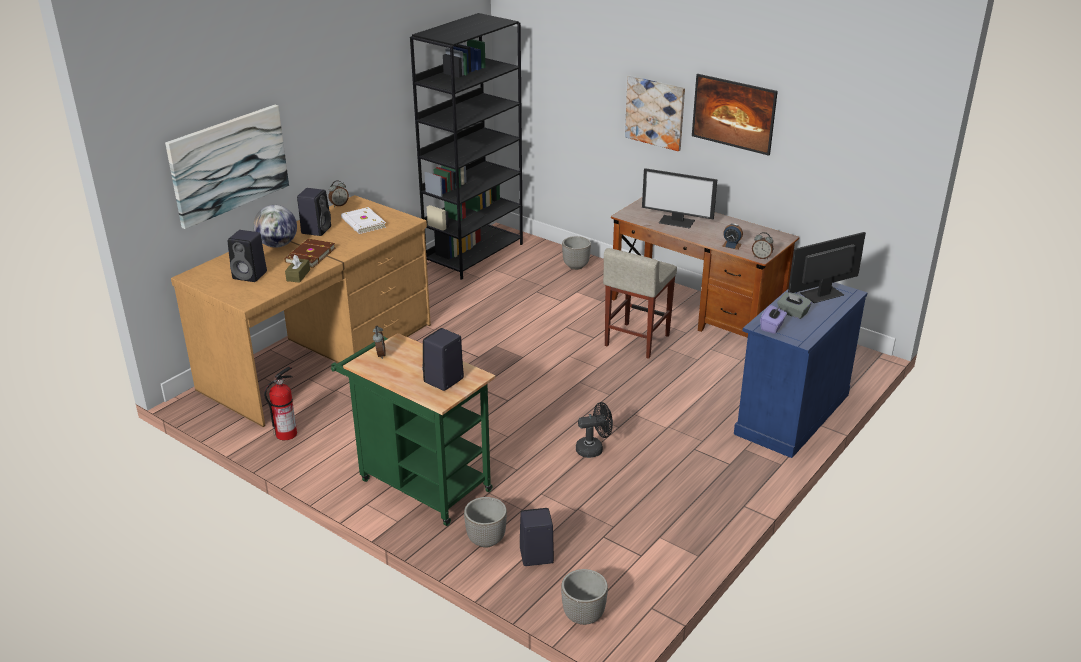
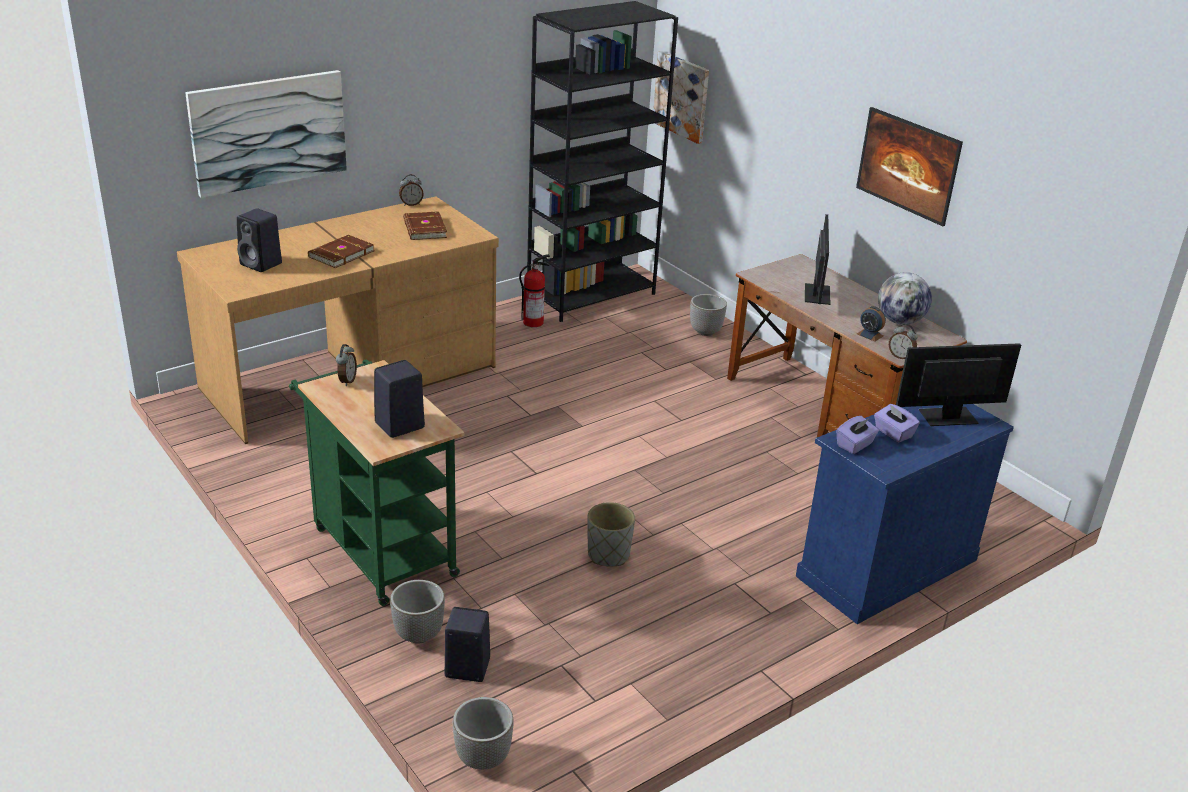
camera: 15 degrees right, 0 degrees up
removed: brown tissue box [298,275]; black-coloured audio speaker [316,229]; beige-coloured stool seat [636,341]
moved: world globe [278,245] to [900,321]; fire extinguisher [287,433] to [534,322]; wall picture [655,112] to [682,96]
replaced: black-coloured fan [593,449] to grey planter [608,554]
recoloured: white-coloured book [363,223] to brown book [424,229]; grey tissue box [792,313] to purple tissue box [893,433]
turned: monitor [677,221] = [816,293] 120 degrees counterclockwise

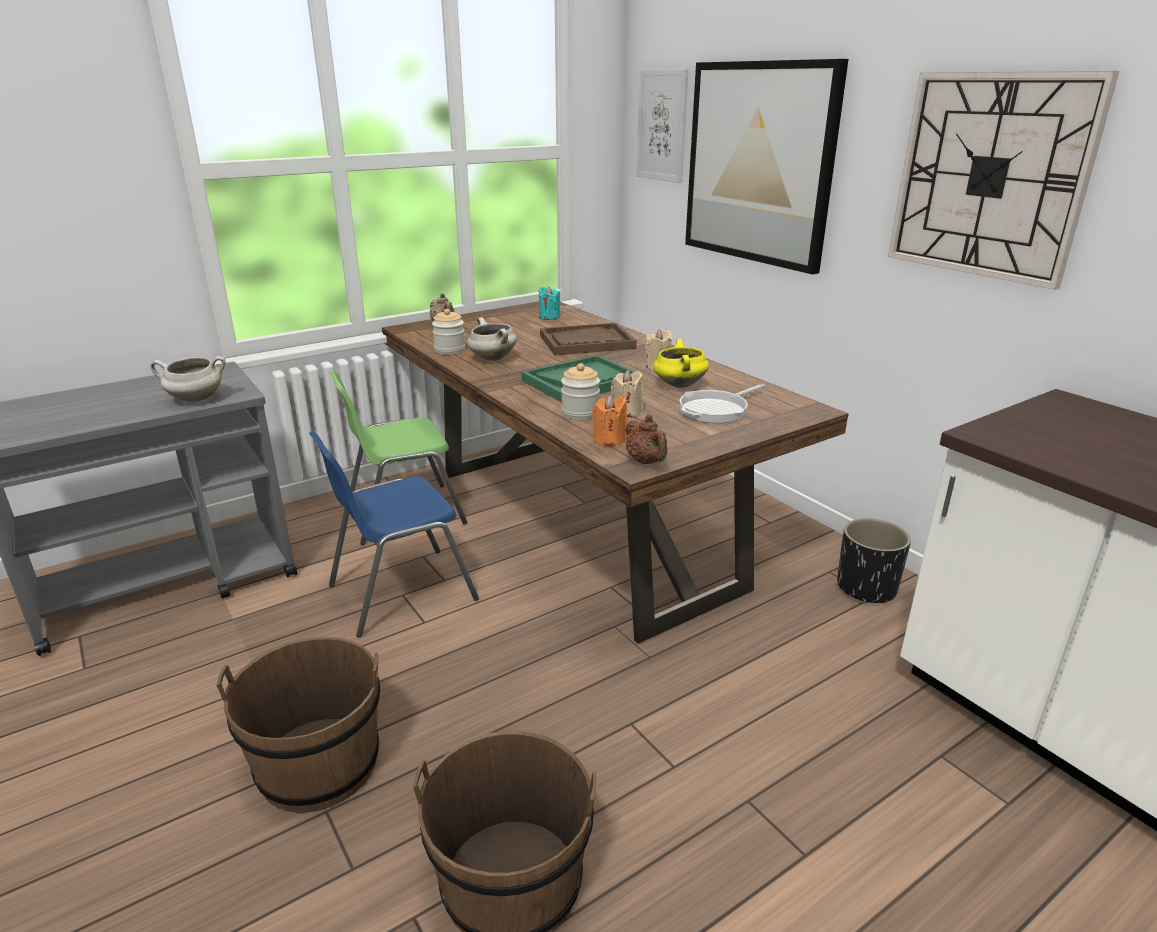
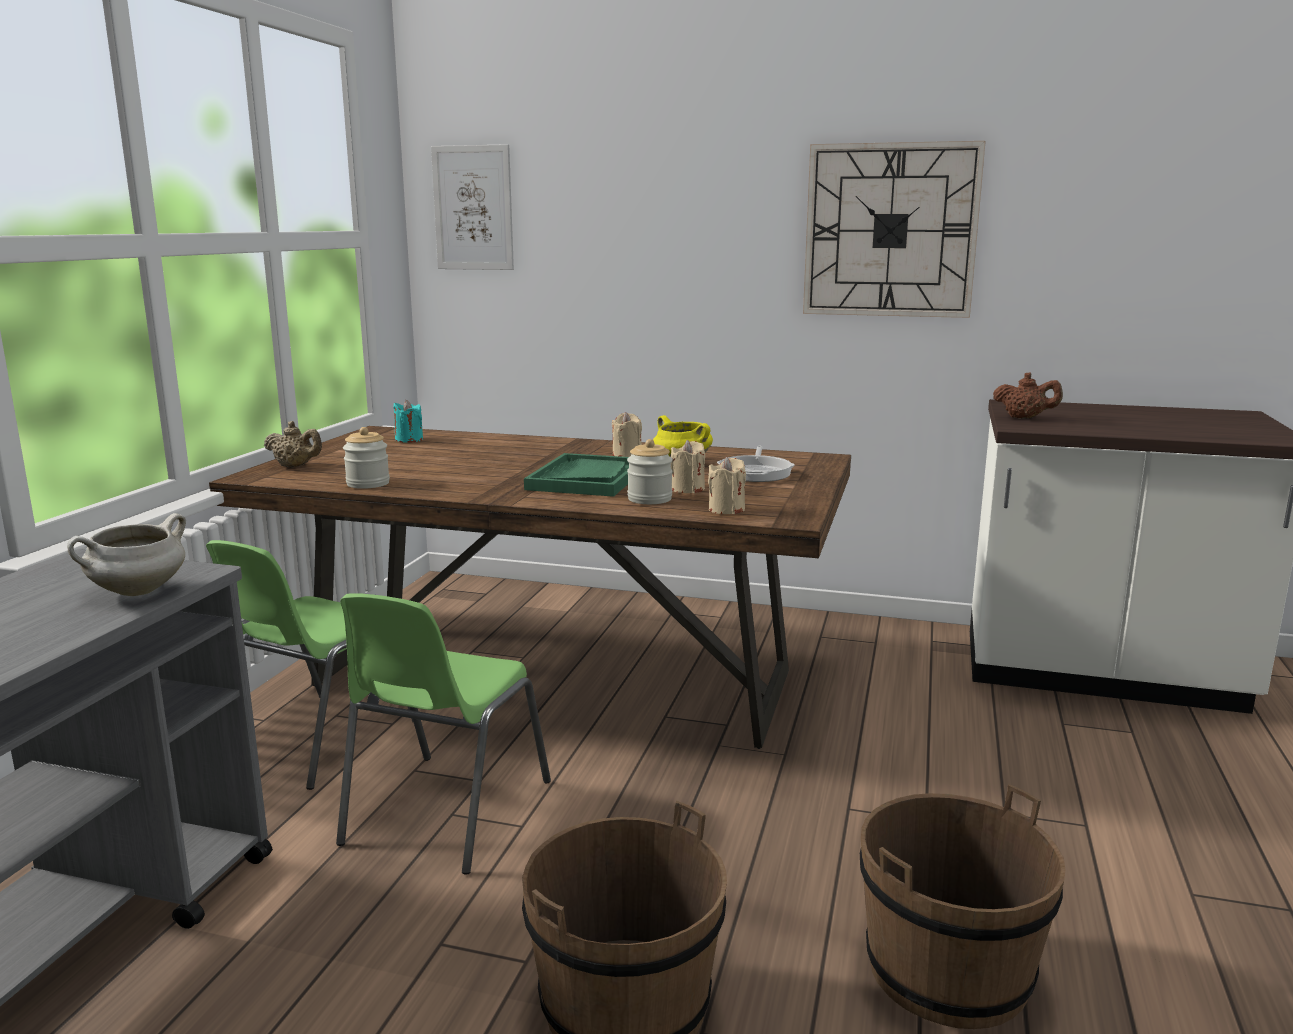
camera: 40 degrees left, 10 degrees down
removed: white-coloured stockpot [492,358]; brown serving tray [586,342]; wall picture [759,164]; black-coloured planter [865,588]
moved: brown pot for tea [646,462] to [1024,418]
recoloured: blue upright chair [399,592] to green-coloured upright chair [444,813]; orange candle [609,440] to beige-coloured candle [726,509]

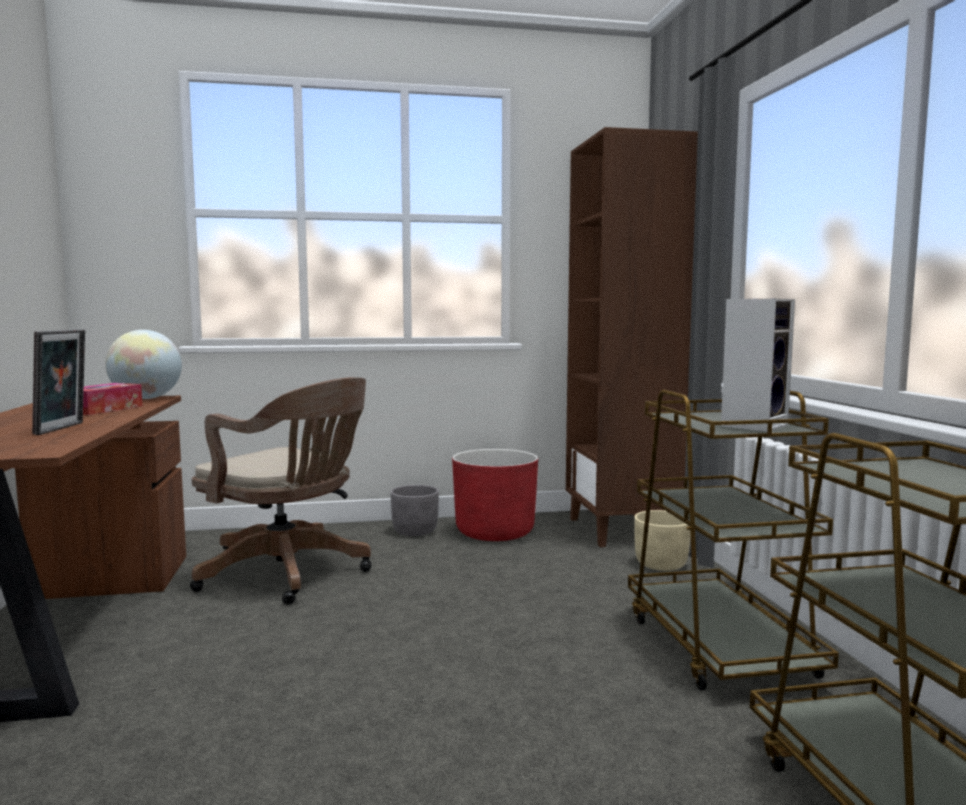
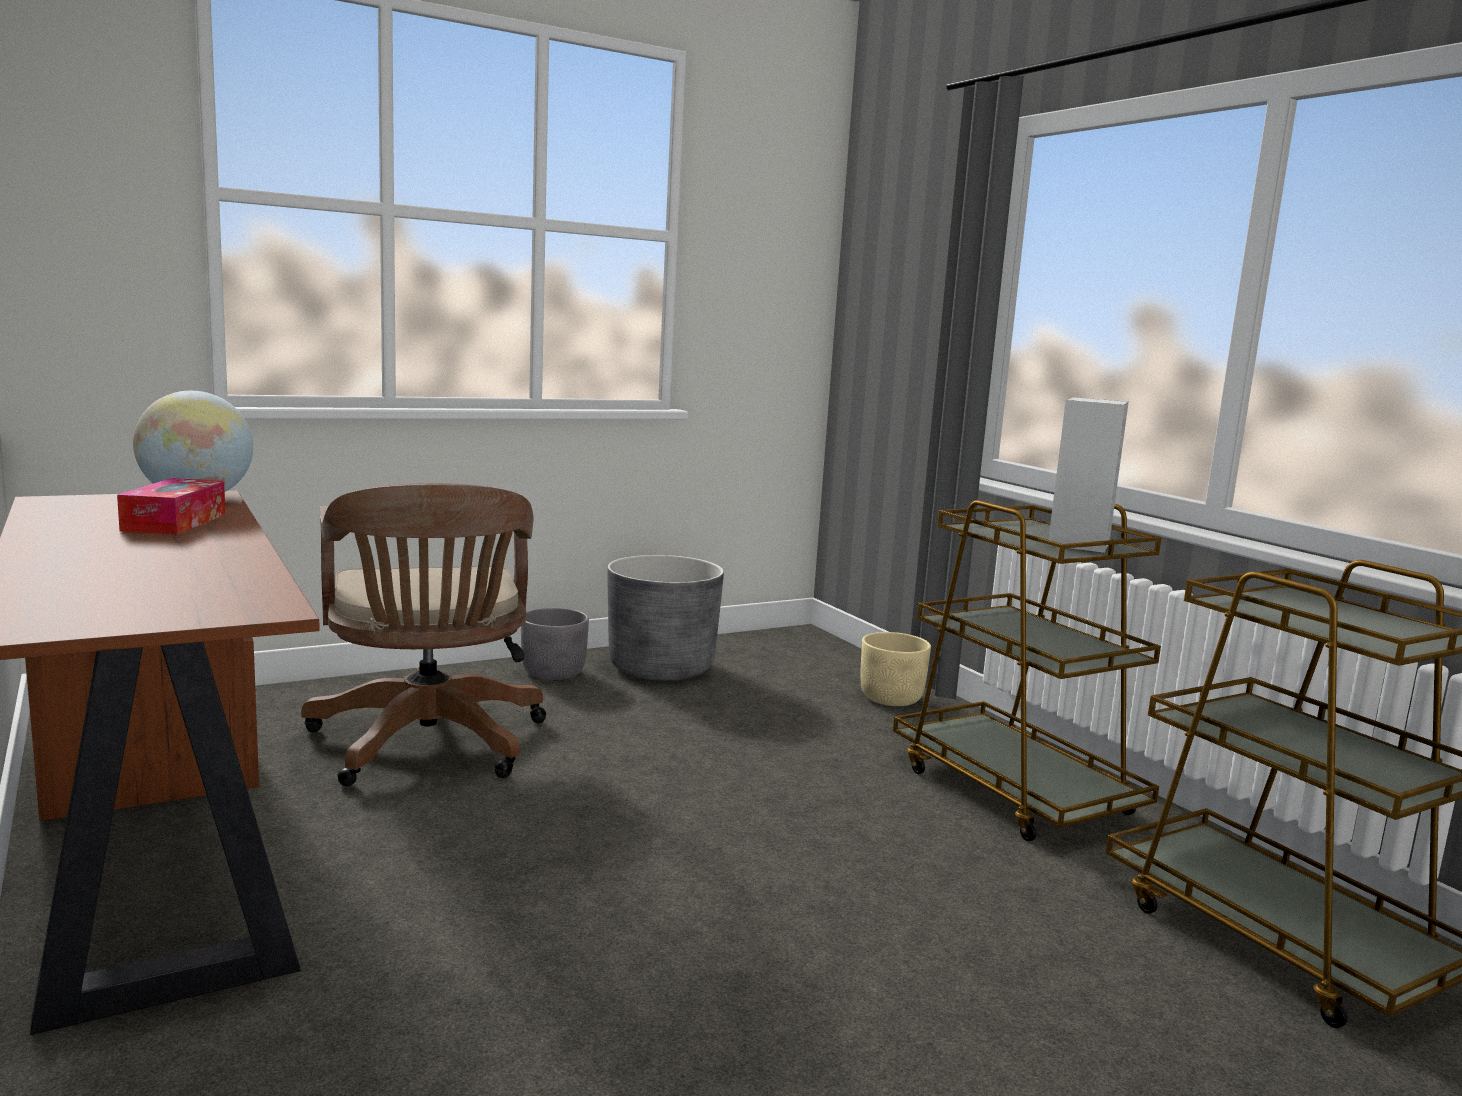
camera: 20 degrees left, 5 degrees up
removed: picture frame [63,428]; brown shelving unit [621,530]
recoloured: red planter [495,532] to grey planter [661,668]
turned: brown desk chair [290,574] = [429,746] 60 degrees clockwise

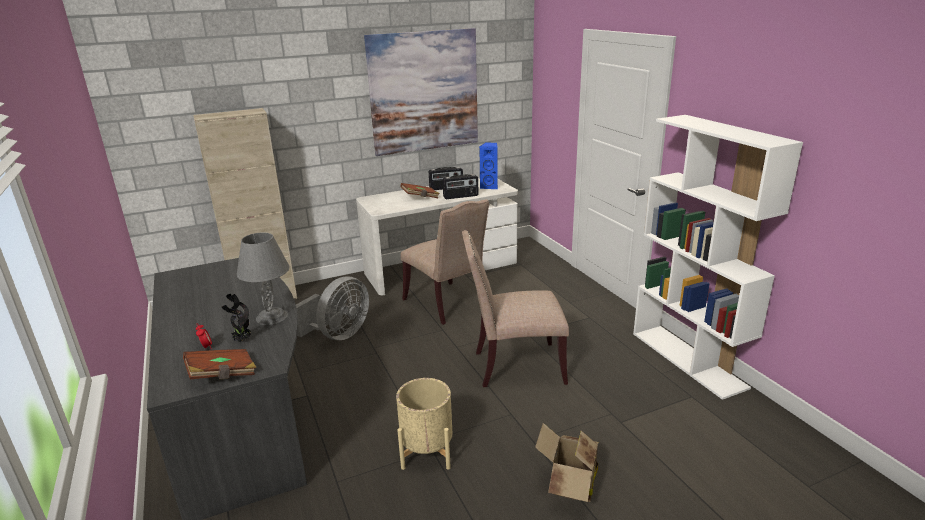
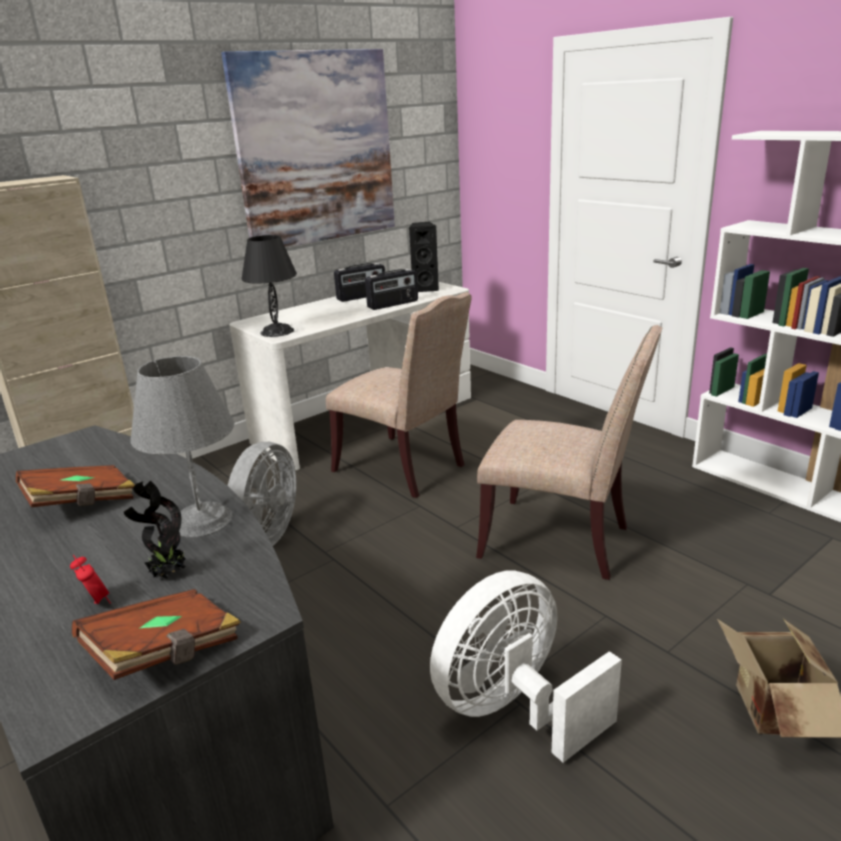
camera: 15 degrees left, 0 degrees up
added: black-coloured table lamp [276,331]
moved: brown book [420,198] to [82,503]
replaced: beige-coloured planter [427,452] to white-coloured fan [514,709]
recoloured: blue audio speaker [490,186] to black-coloured audio speaker [425,288]
turned: beige-coloured upright chair [514,366] = [562,541] 135 degrees counterclockwise

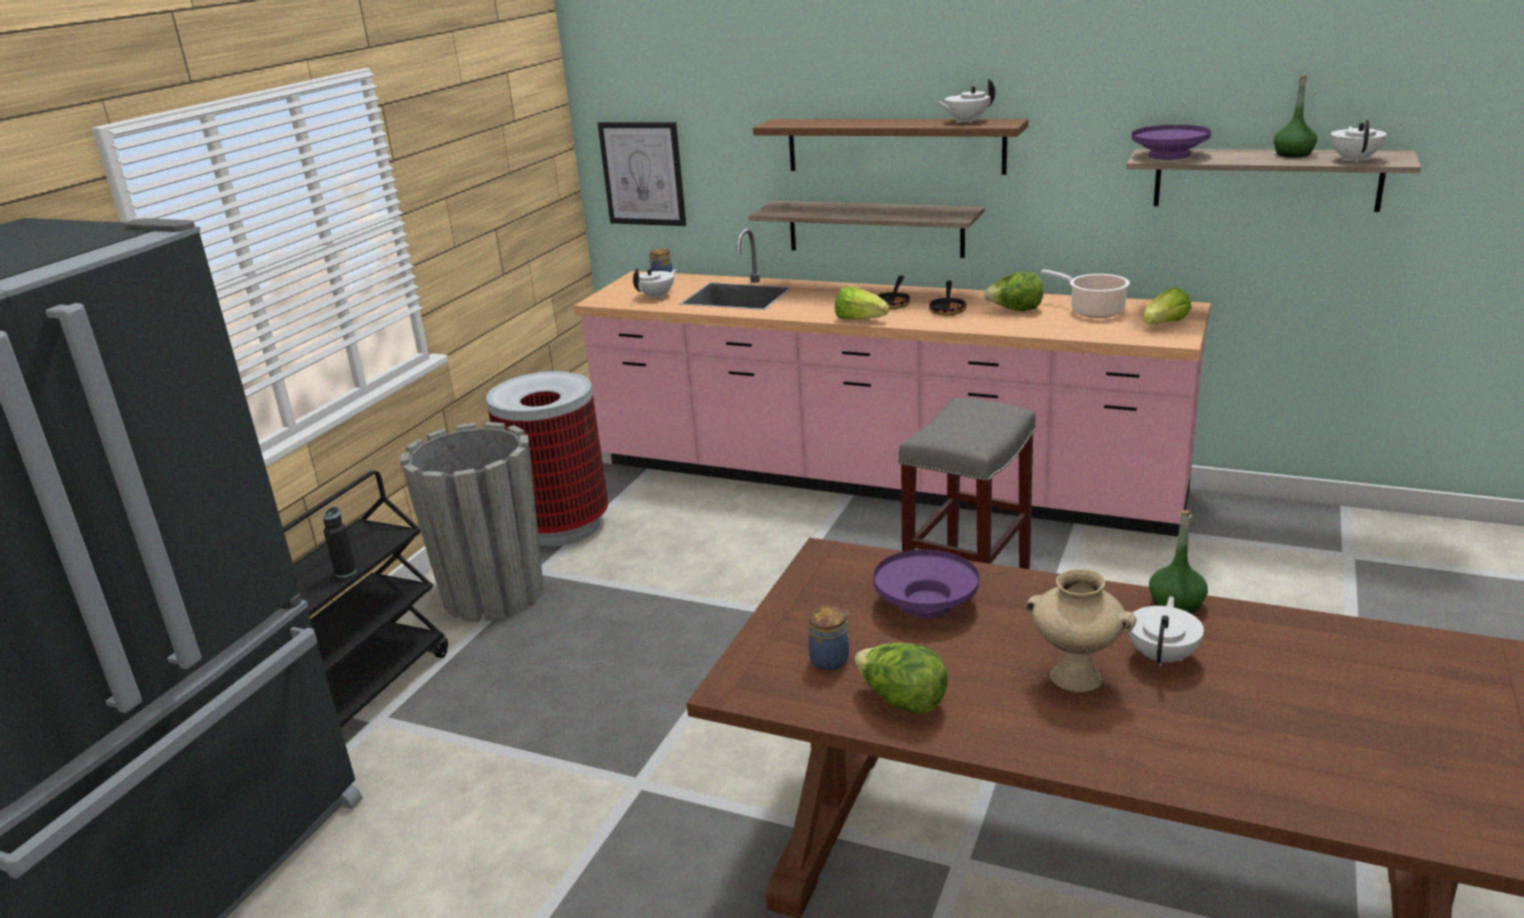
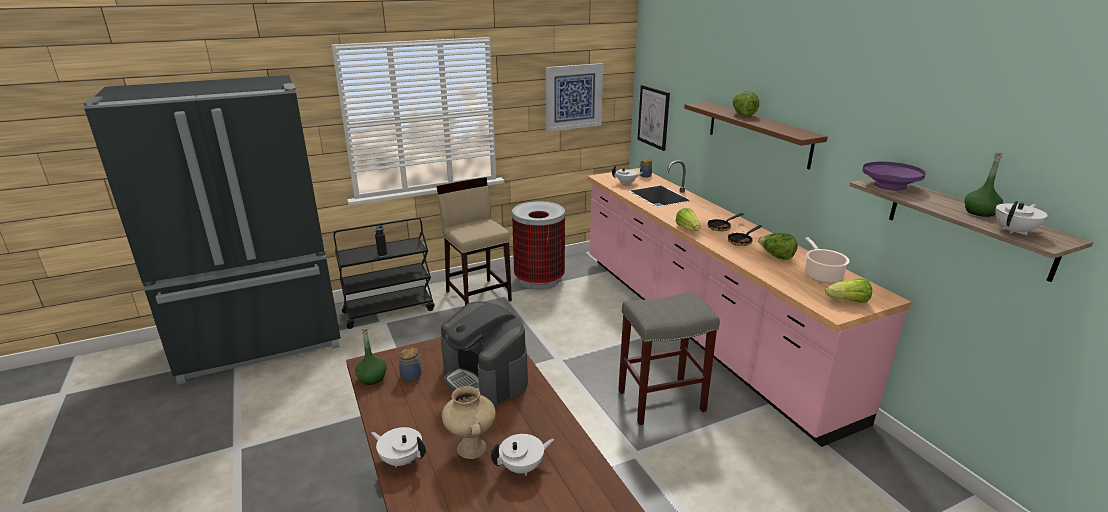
camera: 40 degrees right, 0 degrees up
removed: bracket shelf [875,228]
added: wall picture [573,97]
moved: lettuce [902,702] to [743,115]; white-coloured pot for tea [965,121] to [401,459]; green-coloured drink bottle [1176,604] to [372,378]
replaced: grey planter [493,594] to beige-coloured stool seat [478,295]; purple bowl [926,603] to coffee machine [485,377]

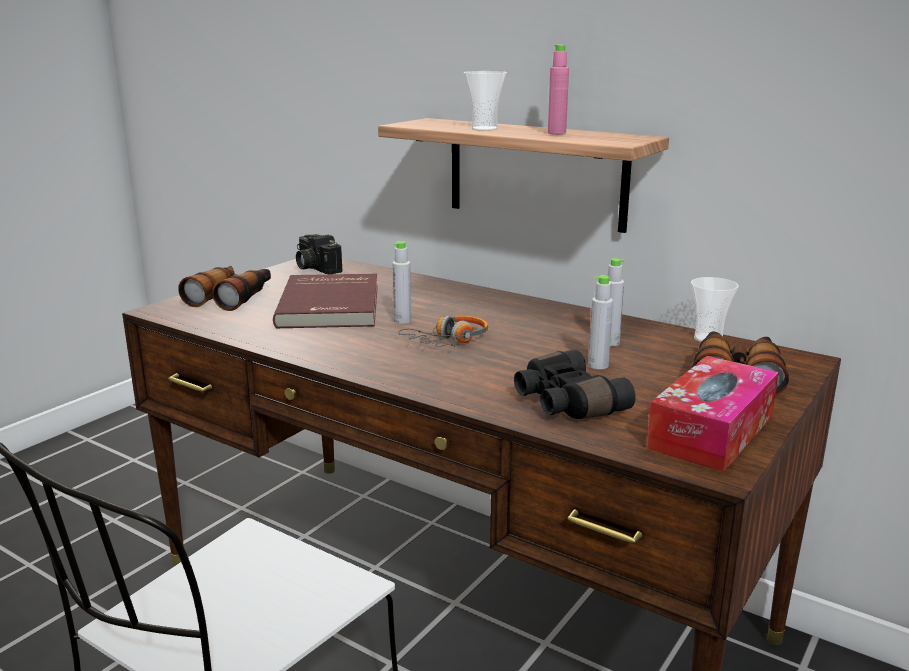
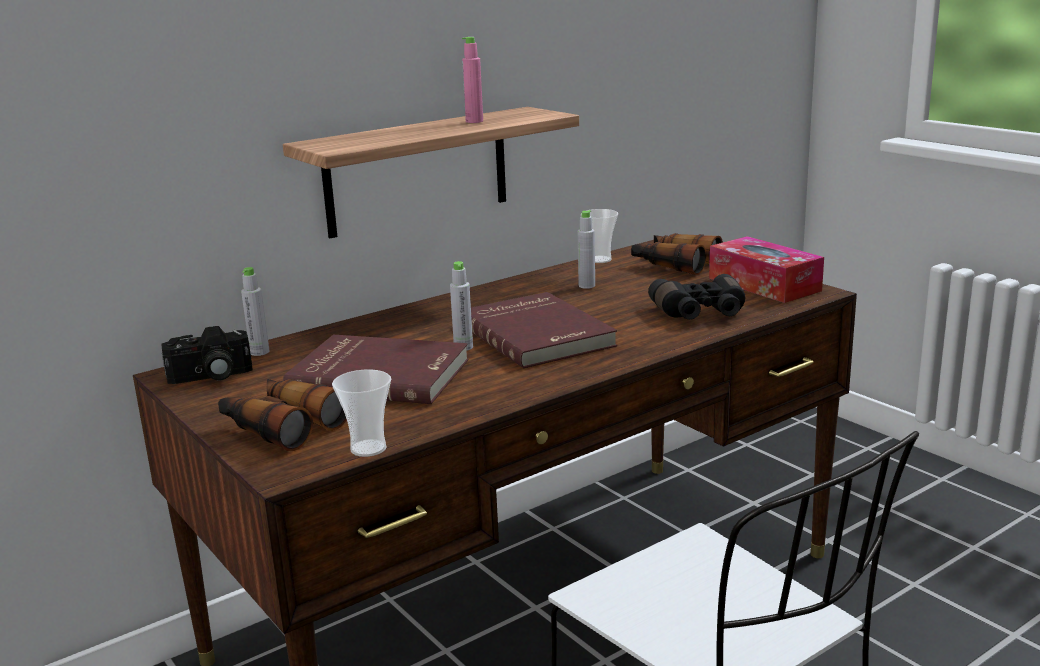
camera: 70 degrees left, 0 degrees up
moved: cup [484,129] to [368,448]; grey drink bottle [598,365] to [259,352]
replaced: headset [449,341] to red book [538,335]

